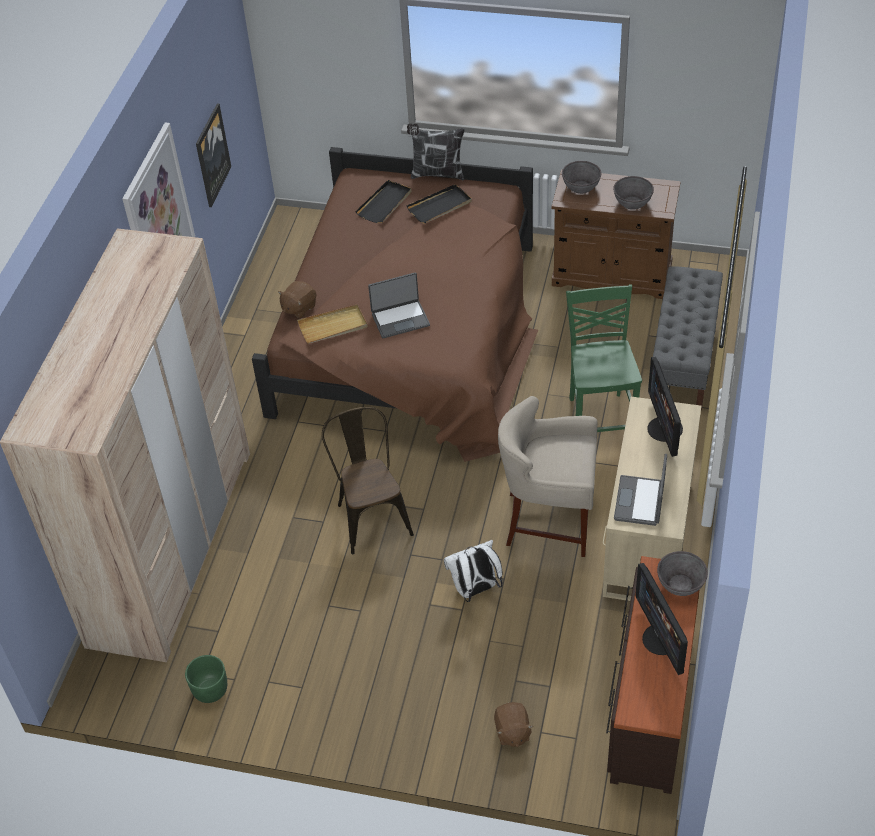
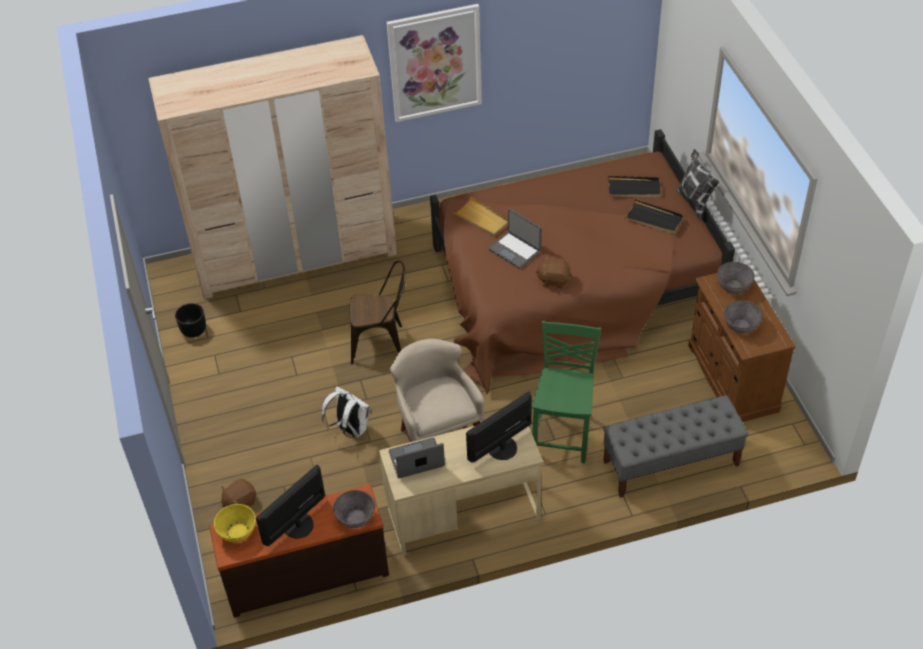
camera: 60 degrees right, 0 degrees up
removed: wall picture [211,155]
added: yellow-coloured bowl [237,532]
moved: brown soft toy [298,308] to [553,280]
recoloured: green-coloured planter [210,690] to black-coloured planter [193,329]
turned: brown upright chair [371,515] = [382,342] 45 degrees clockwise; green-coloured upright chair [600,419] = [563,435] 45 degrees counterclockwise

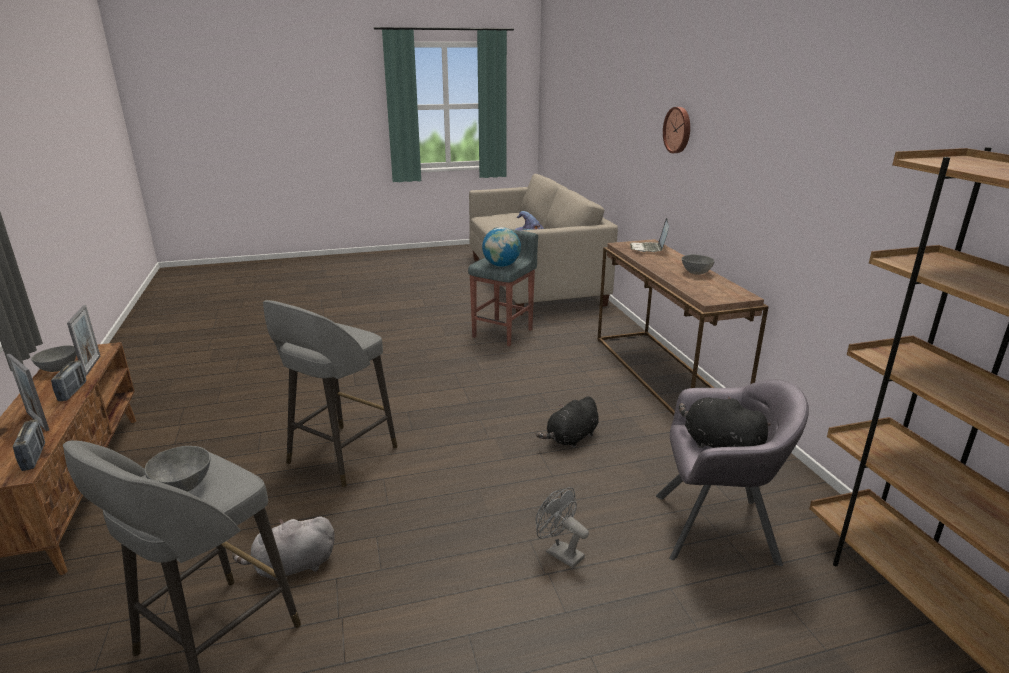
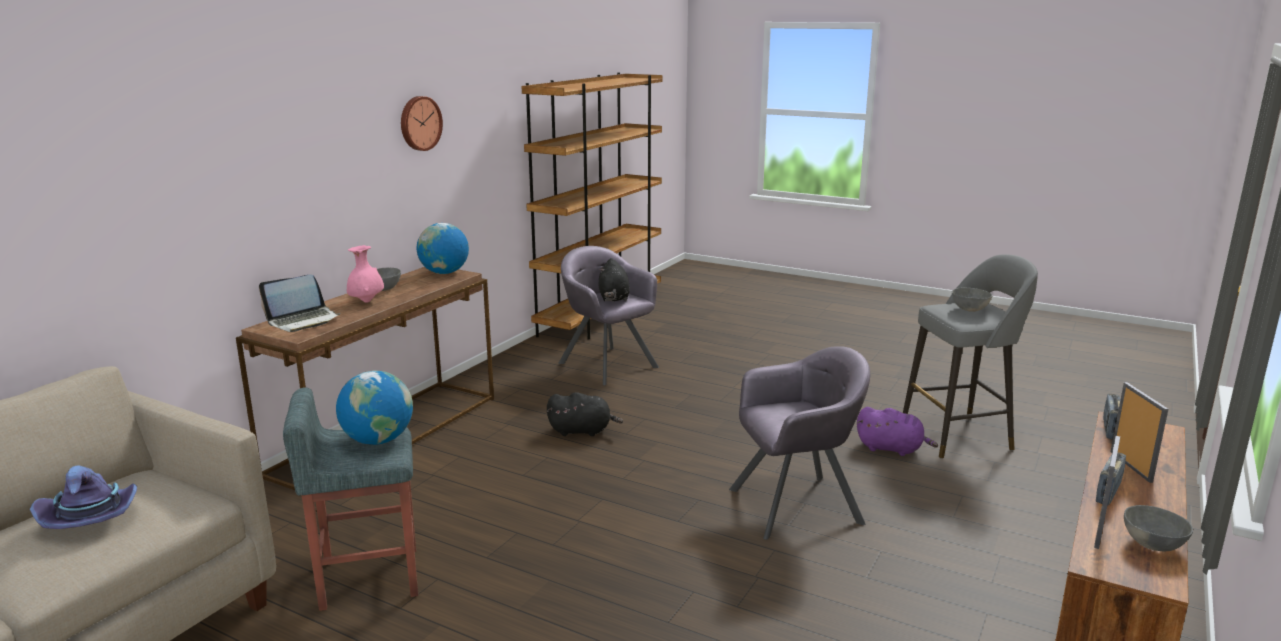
camera: 135 degrees left, 5 degrees down
removed: grey fan [559,553]
added: pink vase [366,302]; world globe [444,273]
moved: wall clock [678,130] to [419,123]
replaced: grey stool seat [340,456] to grey lounge chair [796,506]
recoloured: grey soft toy [292,567] to purple soft toy [892,449]

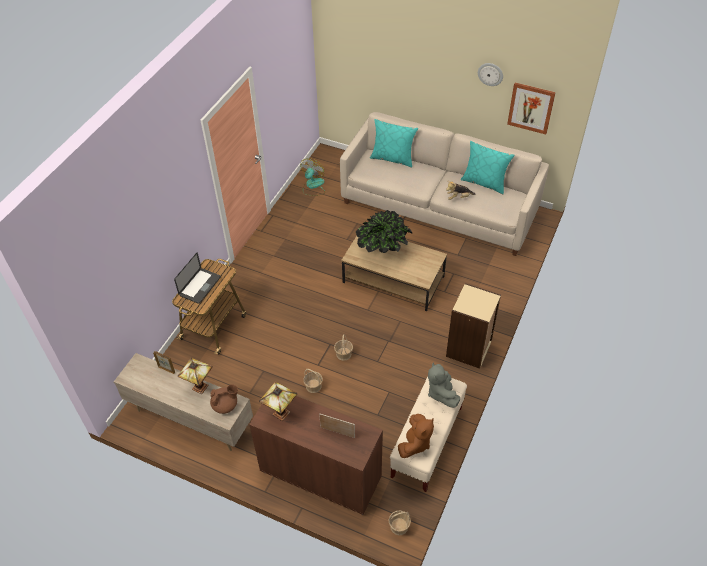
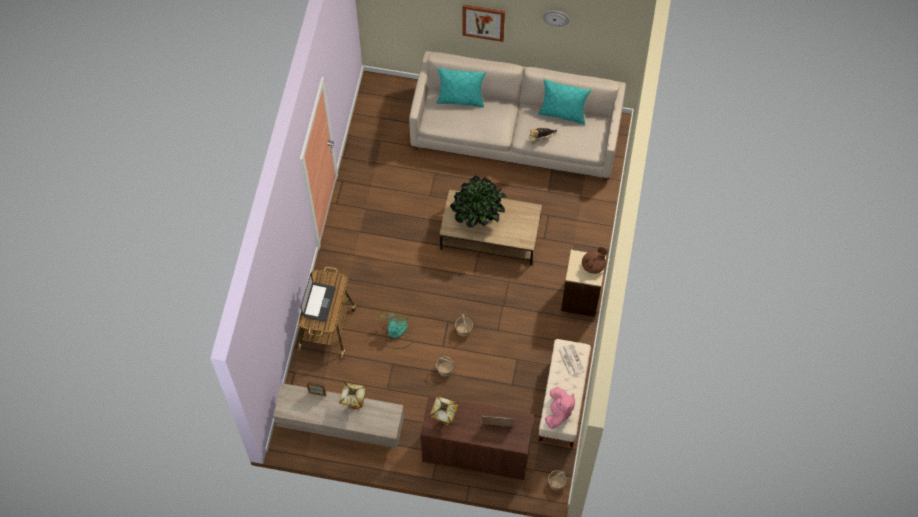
camera: 15 degrees left, 15 degrees up
moved: brown pot for tea [225,405] to [593,265]; fan [313,186] to [396,334]; wall picture [531,108] to [483,22]
replaced: grey soft toy [441,393] to printed paper [570,359]
recoloured: brown soft toy [415,443] to pink soft toy [558,412]

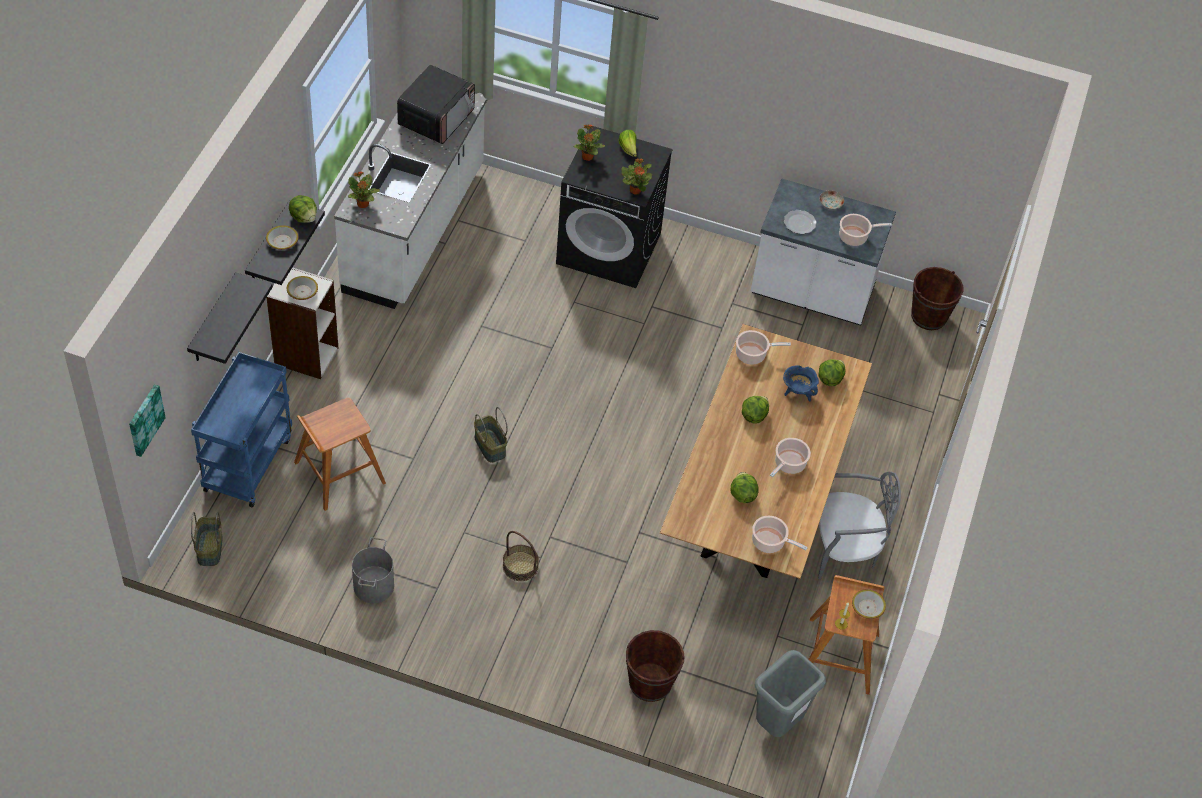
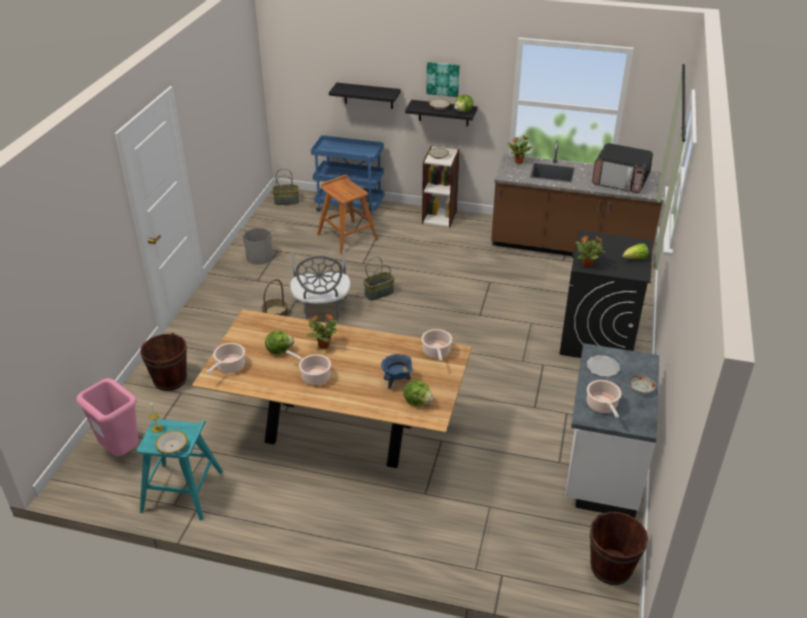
camera: 90 degrees right, 15 degrees down
removed: lettuce [754,416]
moved: wall picture [145,419] to [443,78]; plant in a pot [587,157] to [323,345]; grey upright chair [844,550] to [322,312]
recoloured: white-coloured counter [416,230] to brown counter [570,247]; grey waste bin [778,724] to pink waste bin [121,452]; brown stool seat [839,654] to blue-green stool seat [183,491]

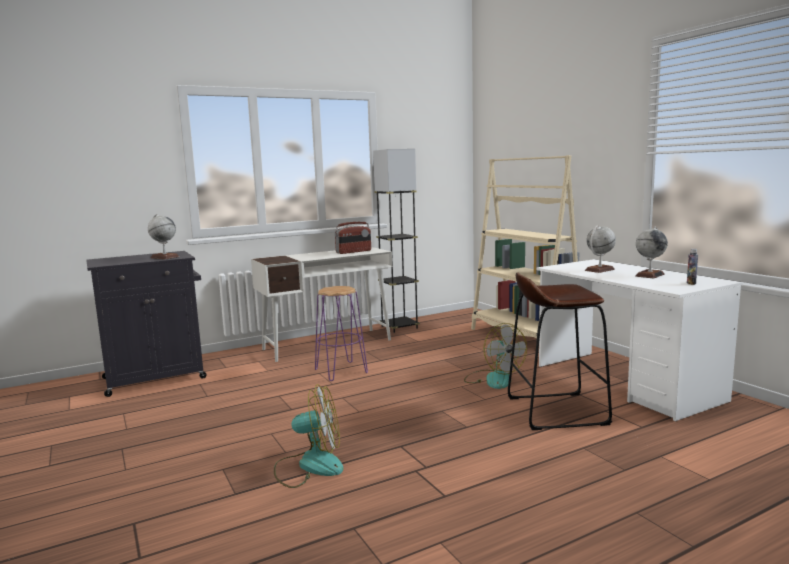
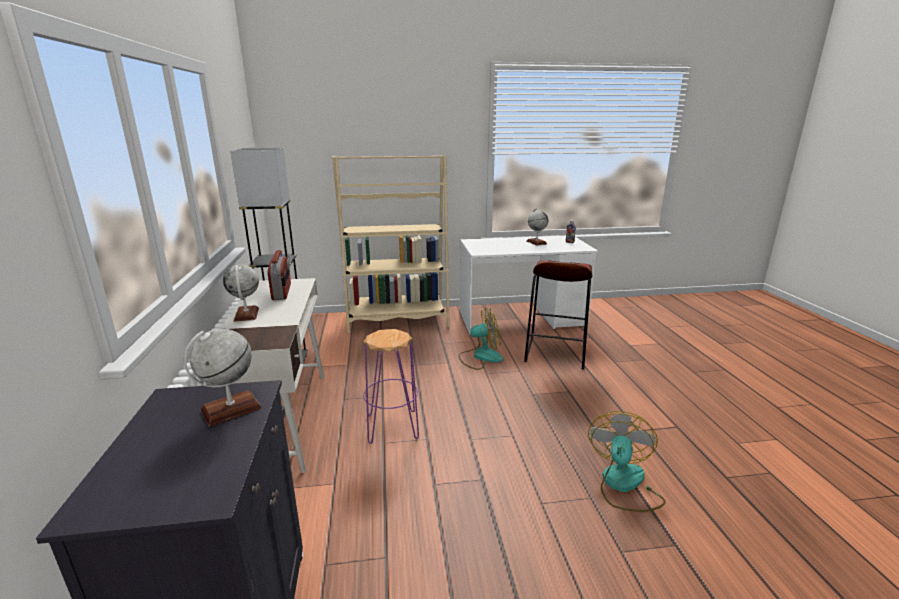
camera: 70 degrees left, 10 degrees up
moved: world globe [599,270] to [246,314]

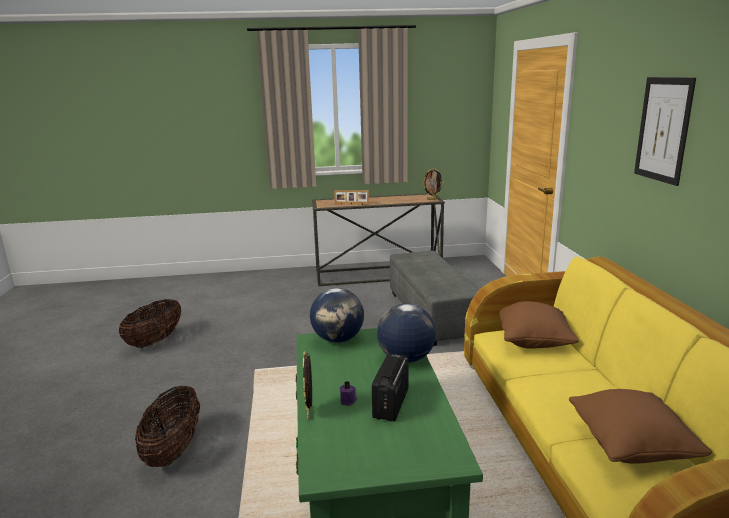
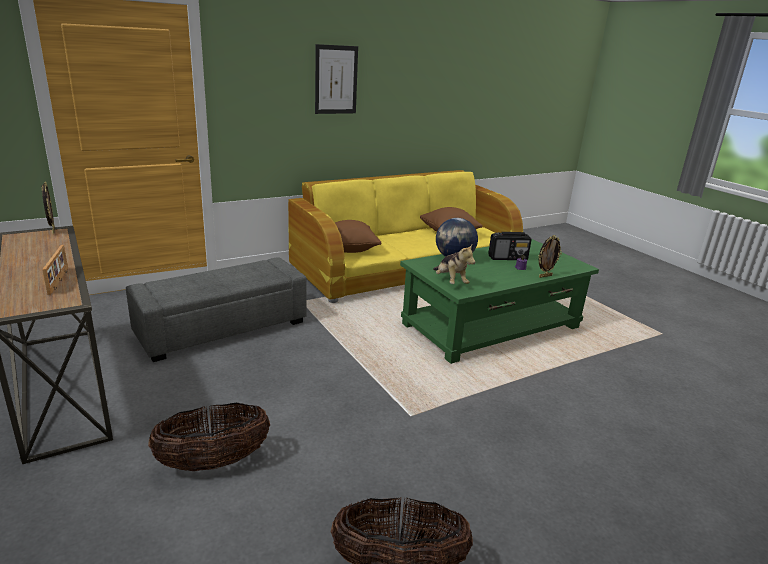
camera: 115 degrees left, 5 degrees up
moved: basket [174,449] to [213,462]
replaced: world globe [338,339] to soft toy [450,281]

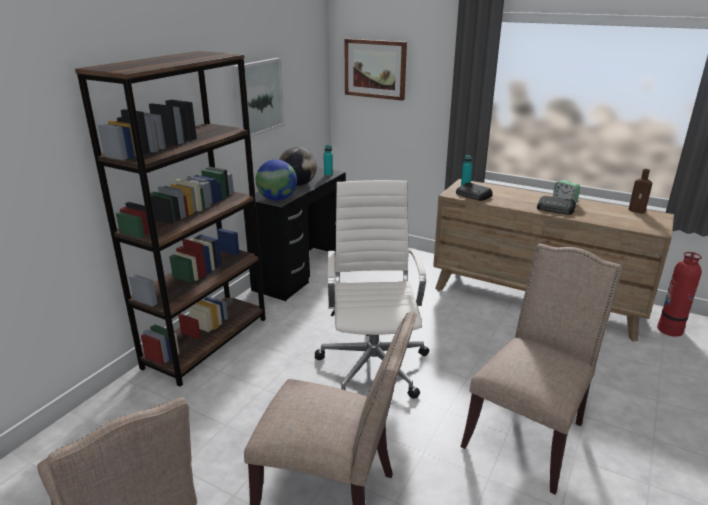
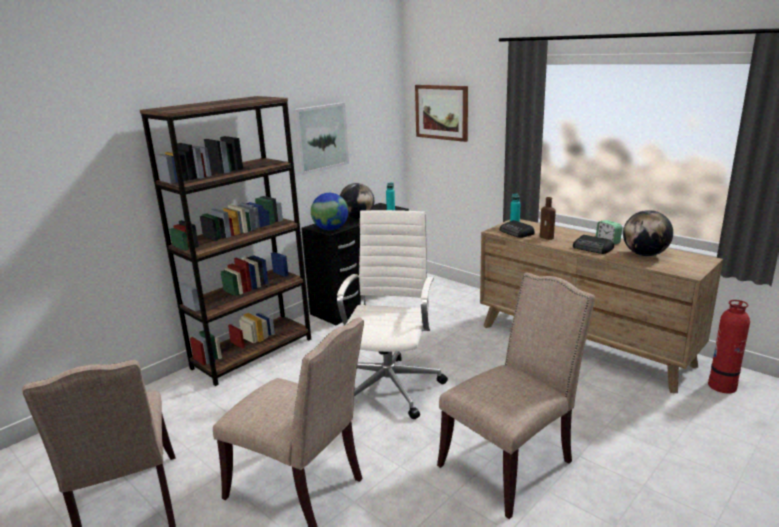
camera: 15 degrees right, 5 degrees down
added: world globe [645,254]
moved: brown drink bottle [638,211] to [547,237]

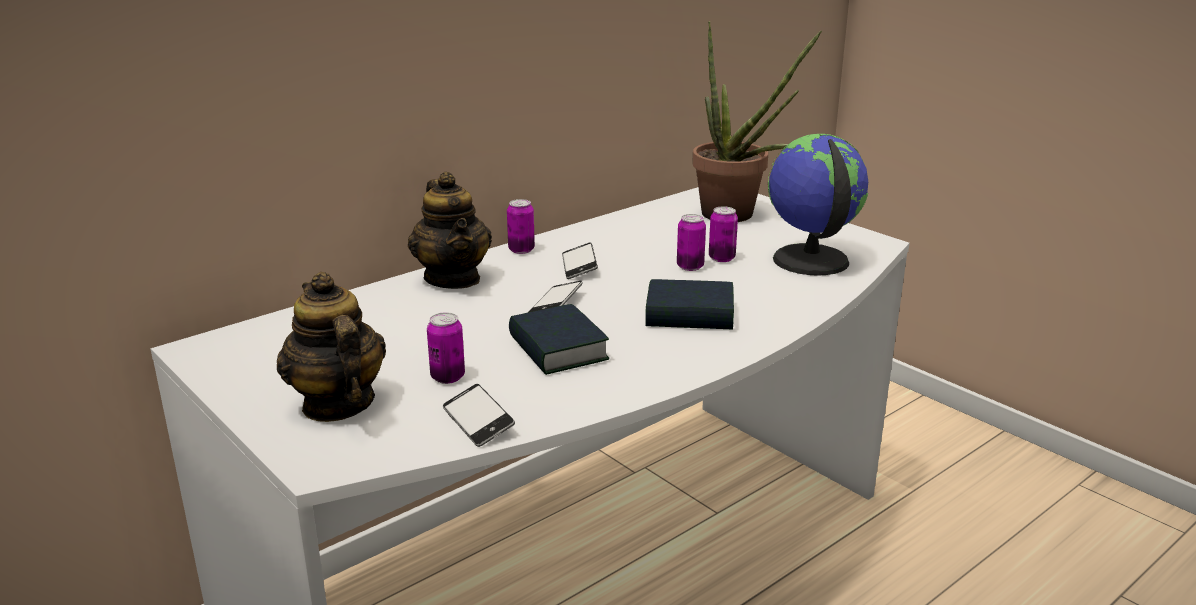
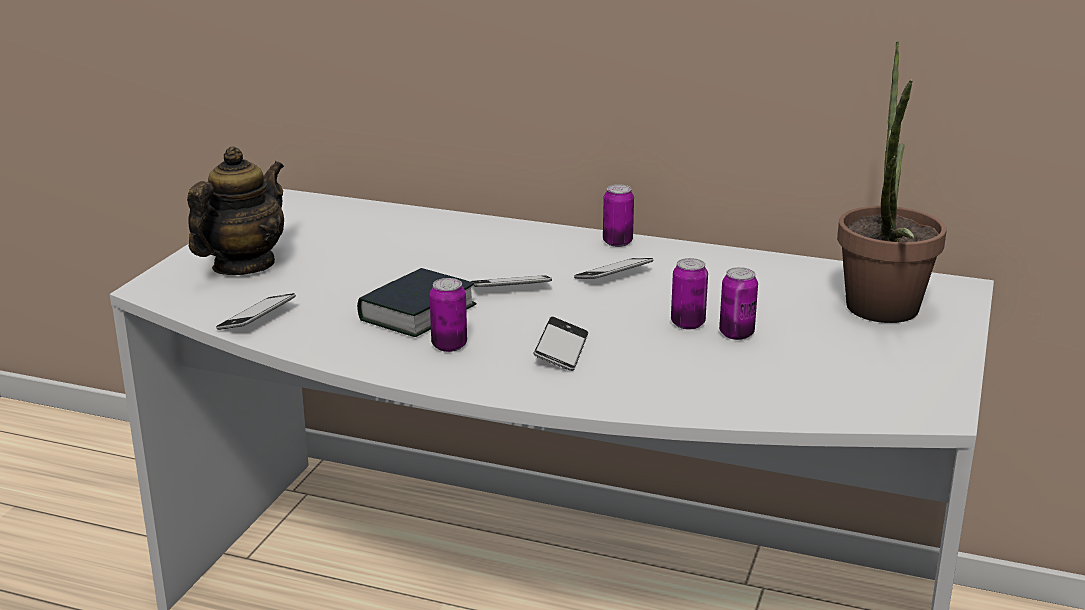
camera: 60 degrees right, 0 degrees up
removed: pot for tea [453,279]; world globe [809,260]
moved: sealed can [447,377] to [449,345]
replaced: book [689,315] to handset [561,350]

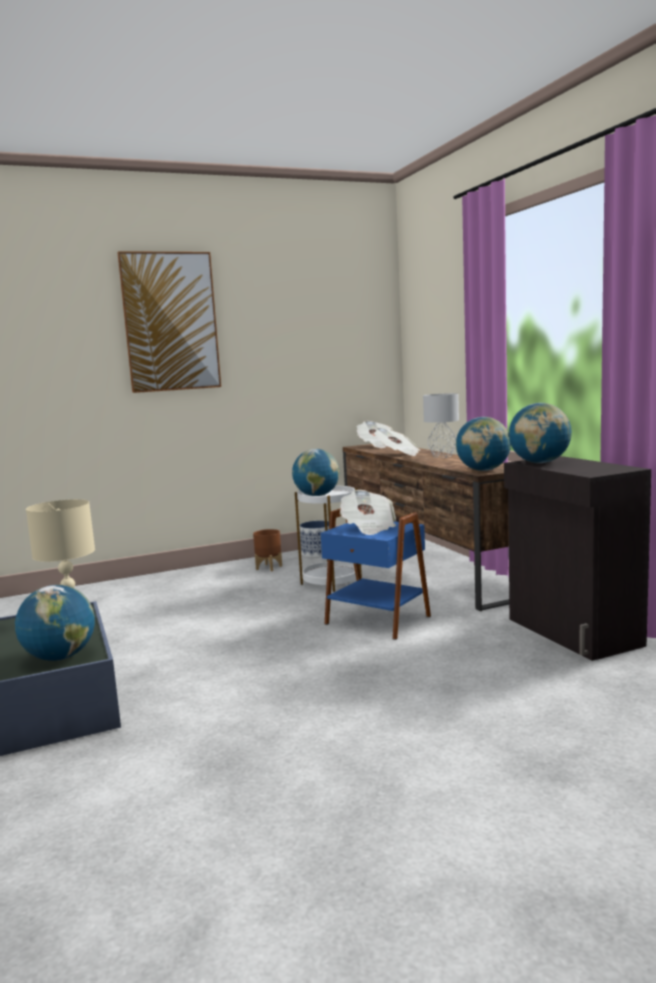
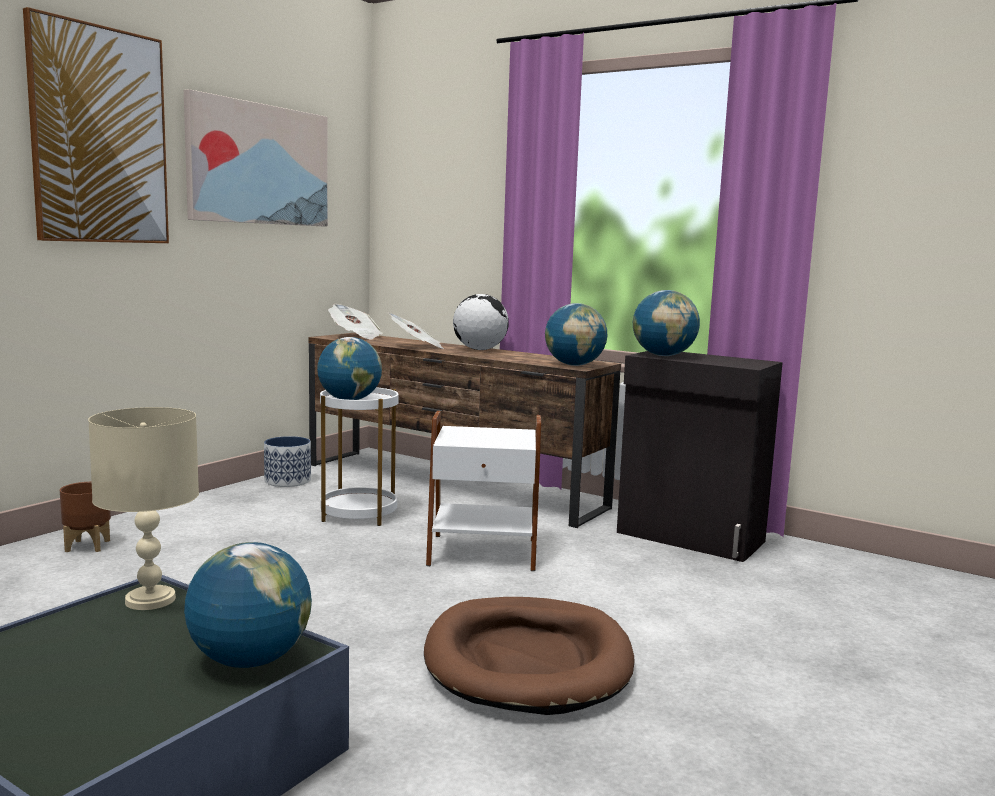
camera: 35 degrees left, 0 degrees up
removed: printed paper [368,528]
added: wall picture [259,164]; brown dog cushion [528,661]
moved: brown planter [268,567] to [87,546]
replaced: grey table lamp [442,456] to world globe [479,350]
recoloured: blue accent table [376,621] to white-coloured accent table [483,553]

